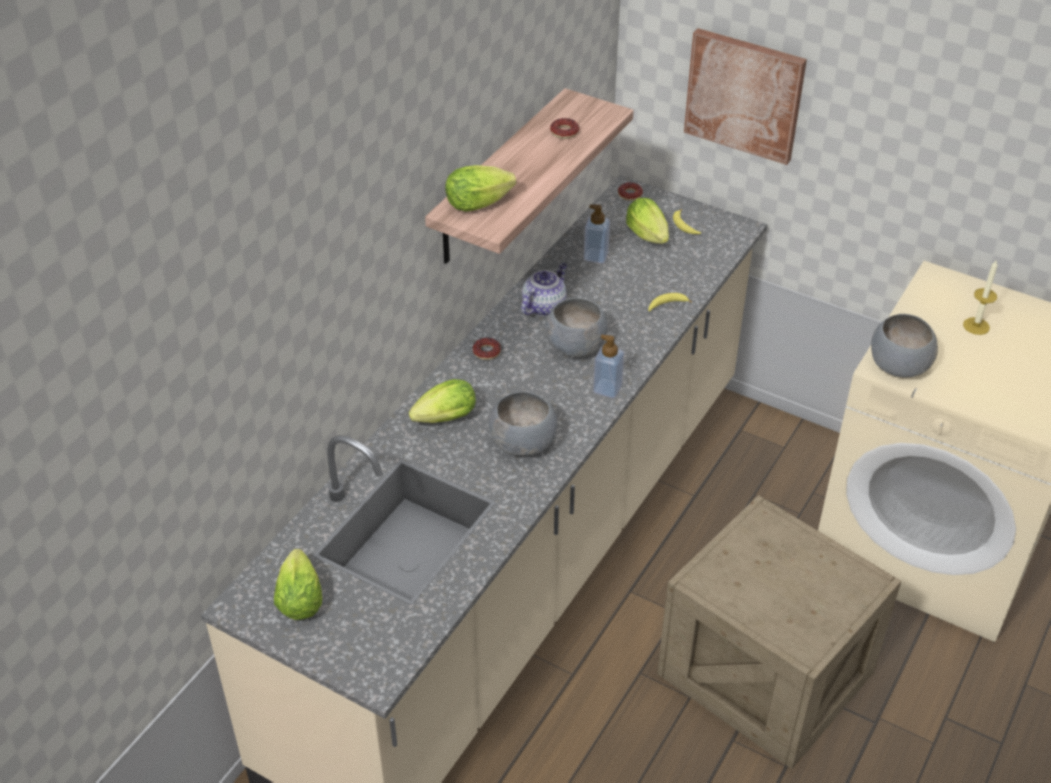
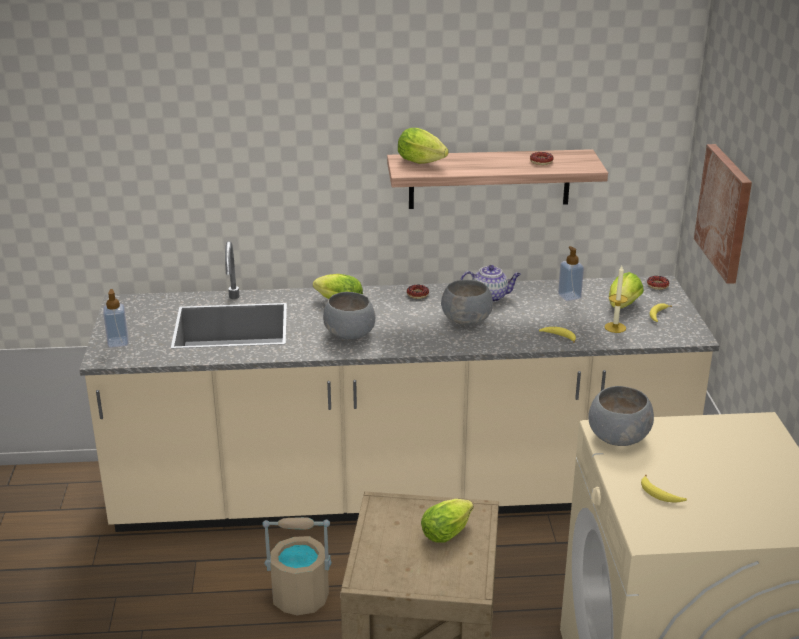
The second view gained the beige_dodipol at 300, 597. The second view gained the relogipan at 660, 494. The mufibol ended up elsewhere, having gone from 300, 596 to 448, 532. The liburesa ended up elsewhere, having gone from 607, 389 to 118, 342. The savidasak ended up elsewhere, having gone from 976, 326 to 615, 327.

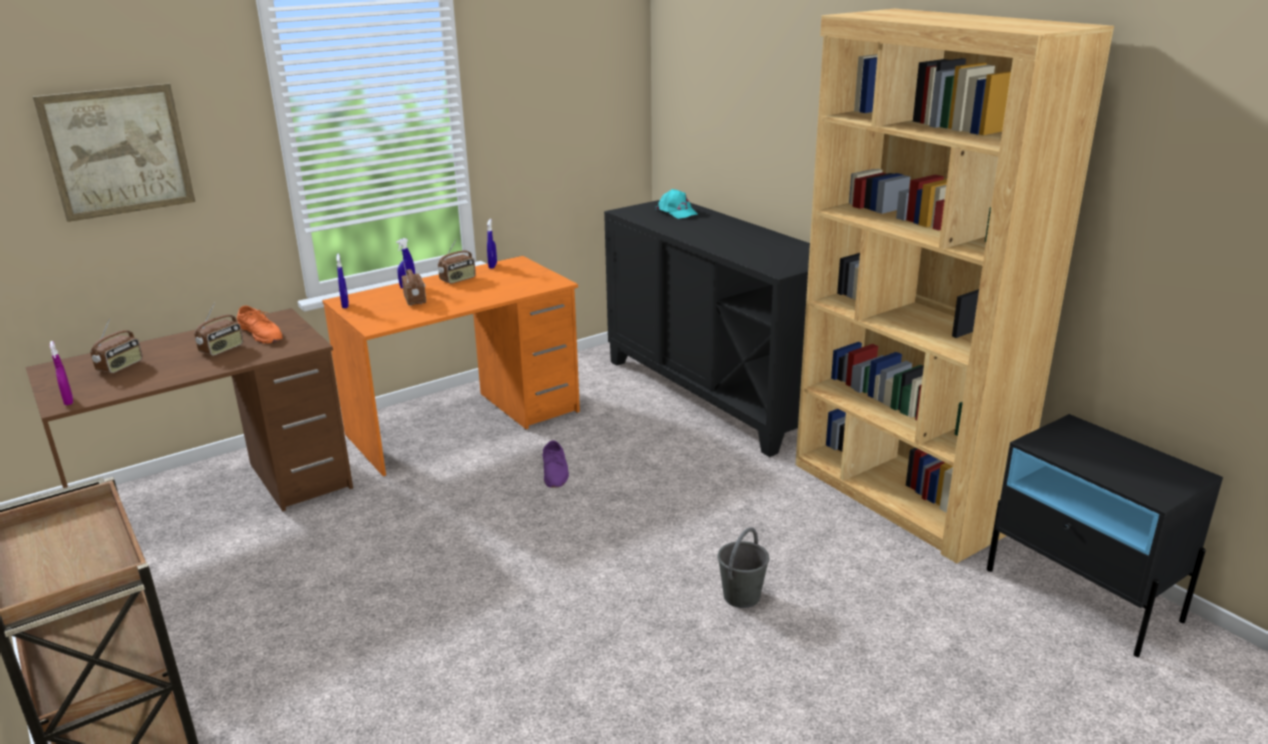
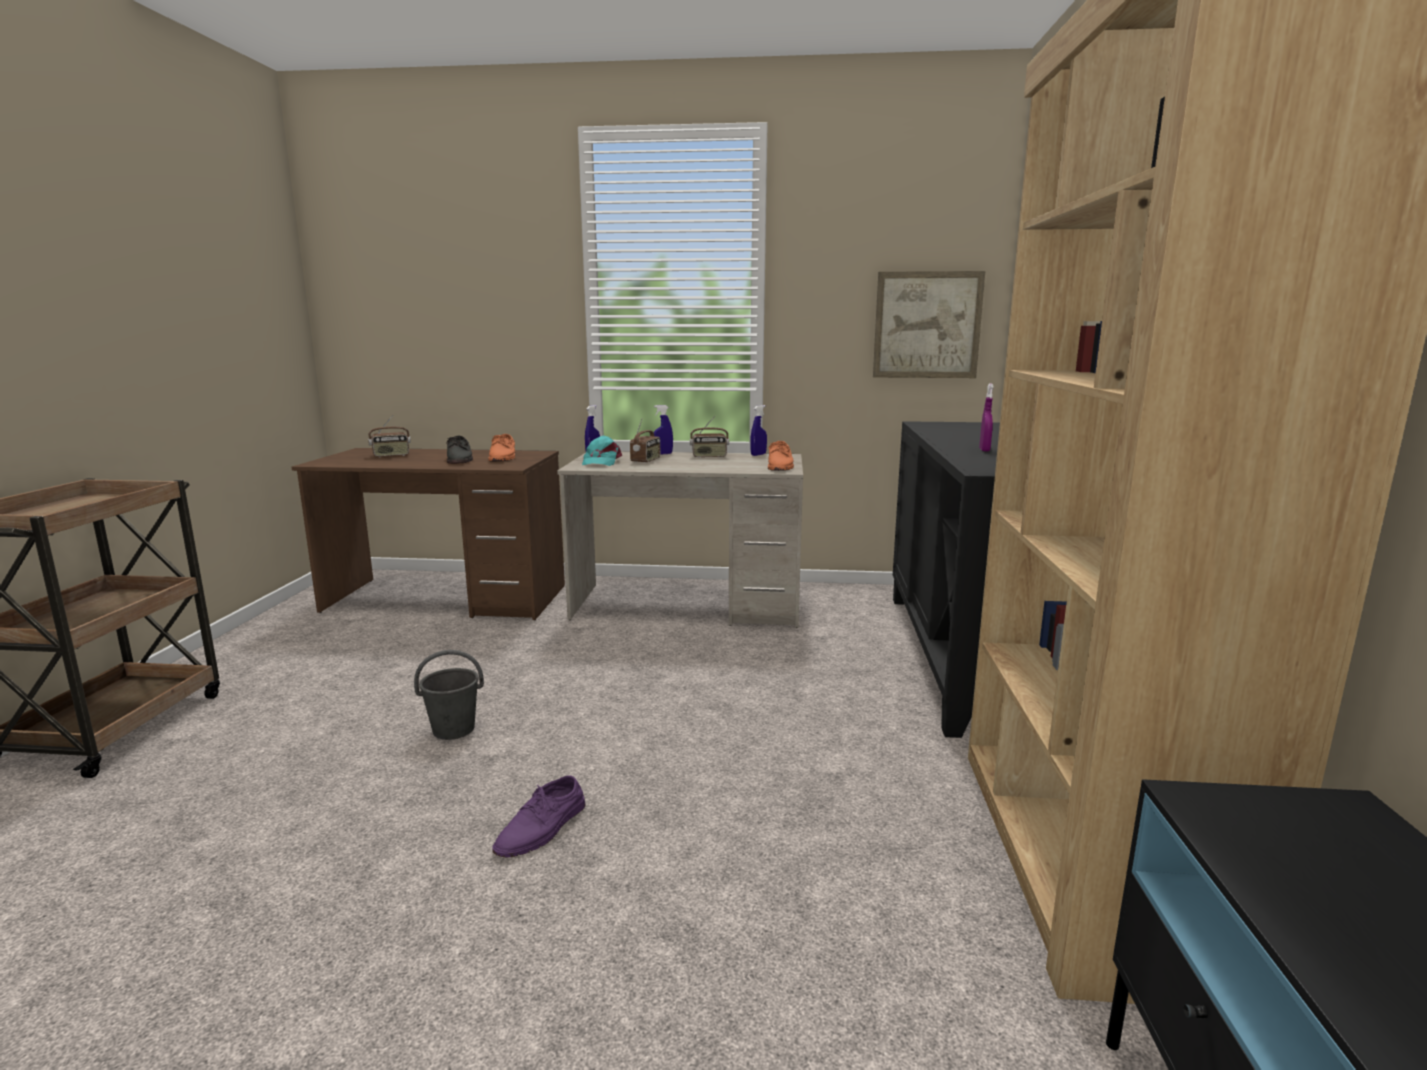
The second view gained the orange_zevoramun at 780, 466. The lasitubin ended up elsewhere, having gone from 118, 151 to 927, 325. The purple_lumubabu ended up elsewhere, having gone from 68, 401 to 984, 450. The purple_zevoramun ended up elsewhere, having gone from 555, 471 to 542, 828. The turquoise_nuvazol ended up elsewhere, having gone from 677, 212 to 601, 461. The grey_dodipol ended up elsewhere, having gone from 742, 596 to 454, 729. Where the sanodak stood at 222, 350, the grey_zevoramun came to stand at 460, 459. What was the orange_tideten at 465, 424 turned into the beige_tideten at 688, 606.

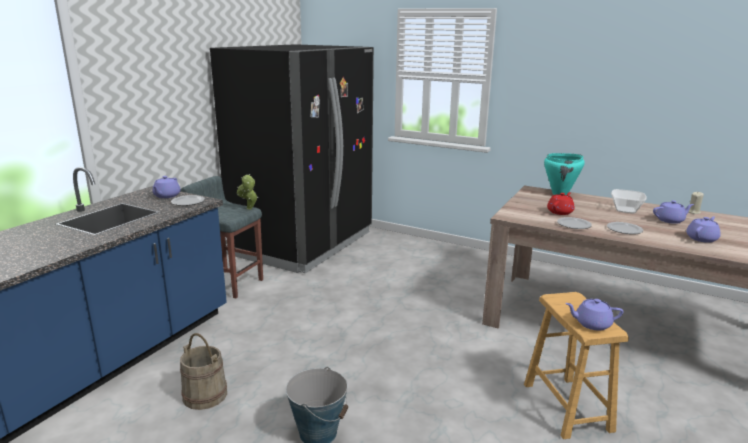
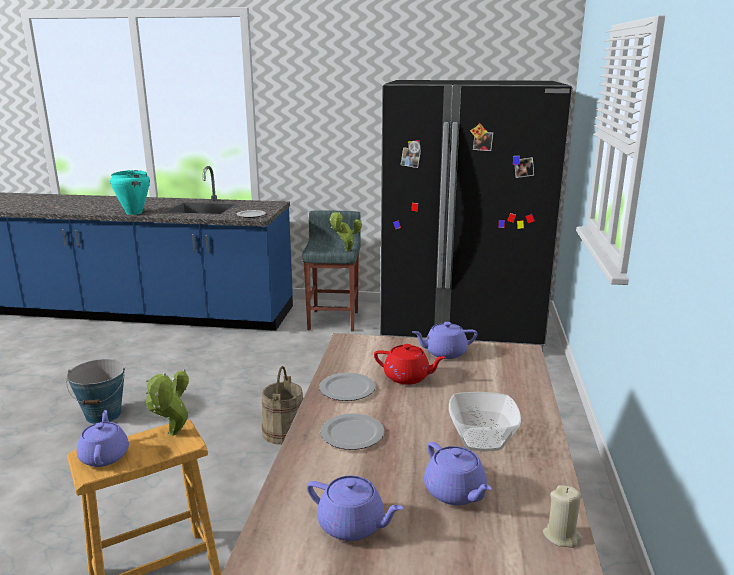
The second view gained the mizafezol at 173, 435. The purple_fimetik ended up elsewhere, having gone from 166, 196 to 444, 353. The beige_dodipol ended up elsewhere, having gone from 204, 395 to 284, 432. The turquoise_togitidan ended up elsewhere, having gone from 560, 194 to 133, 213.

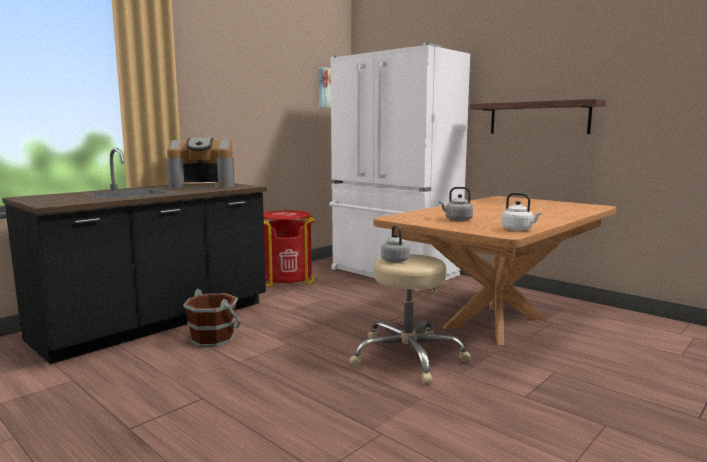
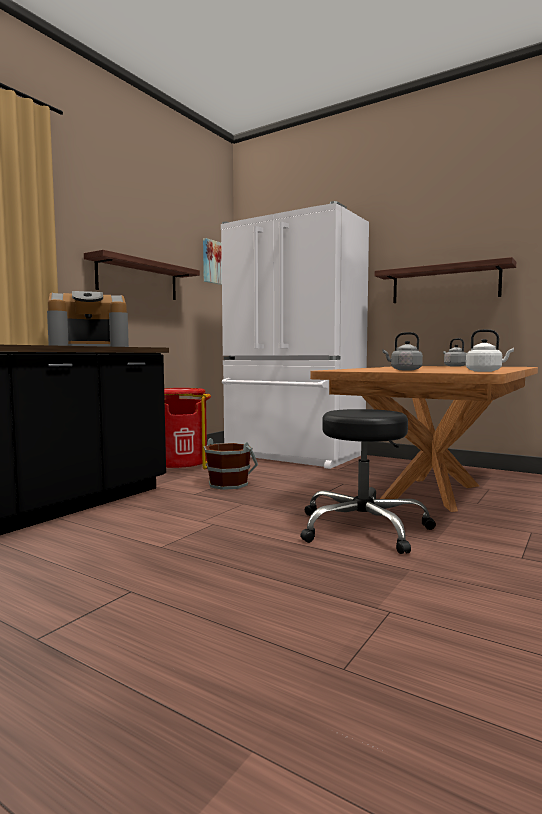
The second view gained the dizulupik at 138, 279. The brown_dodipol ended up elsewhere, having gone from 213, 338 to 228, 484. The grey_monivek ended up elsewhere, having gone from 394, 260 to 454, 366. What was the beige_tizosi at 408, 356 turned into the black_tizosi at 363, 528.

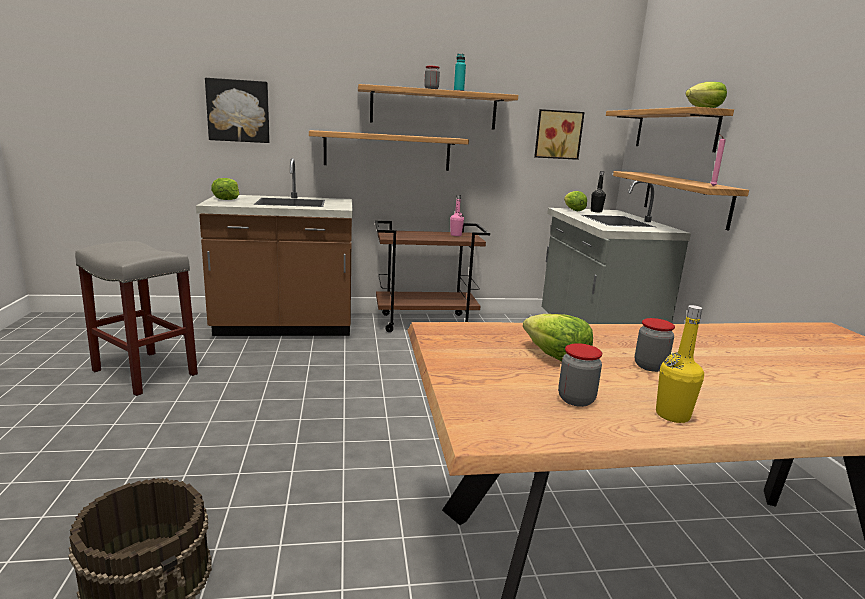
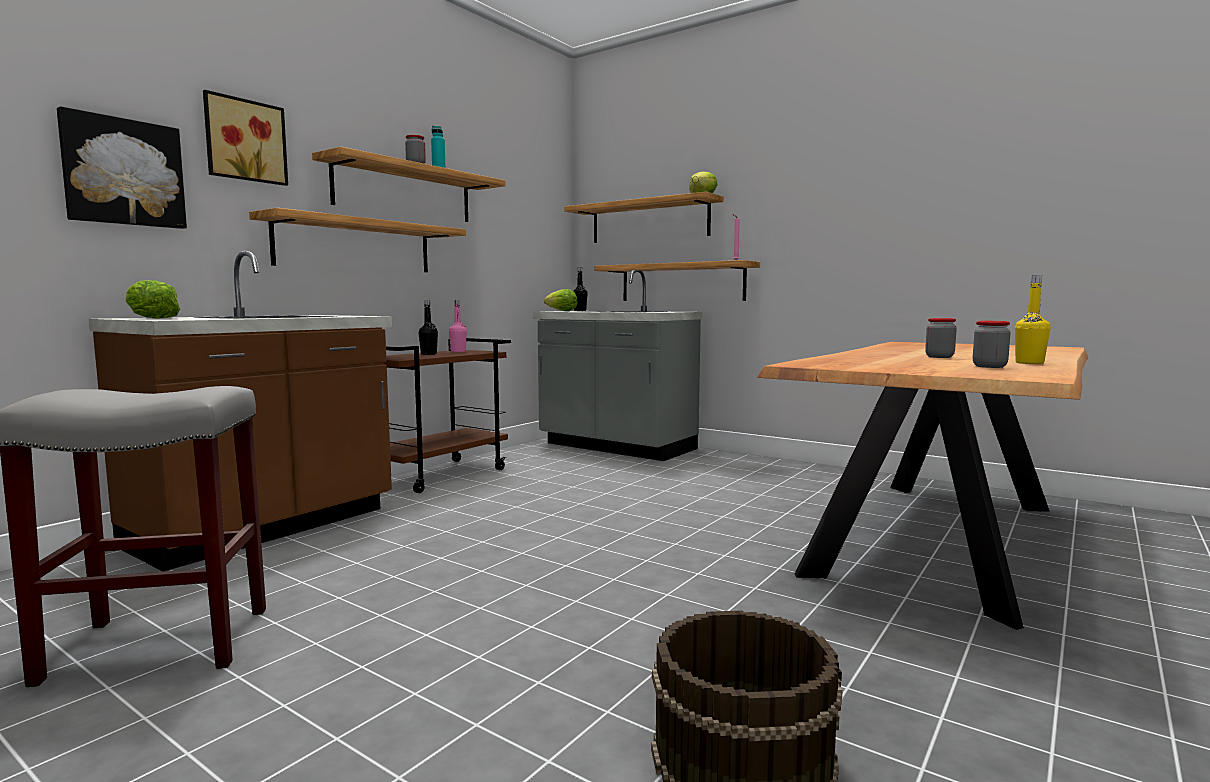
The second view lost the mufibol at 555, 356. The second view gained the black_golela at 428, 354. The lasitubin ended up elsewhere, having gone from 557, 134 to 244, 141.

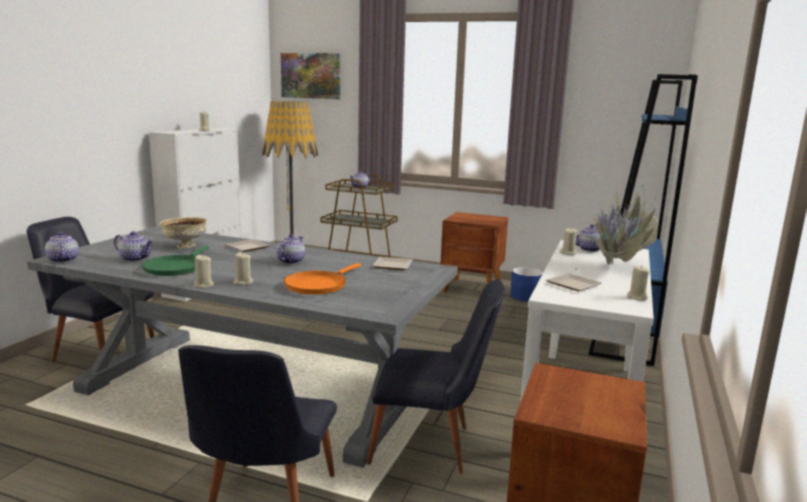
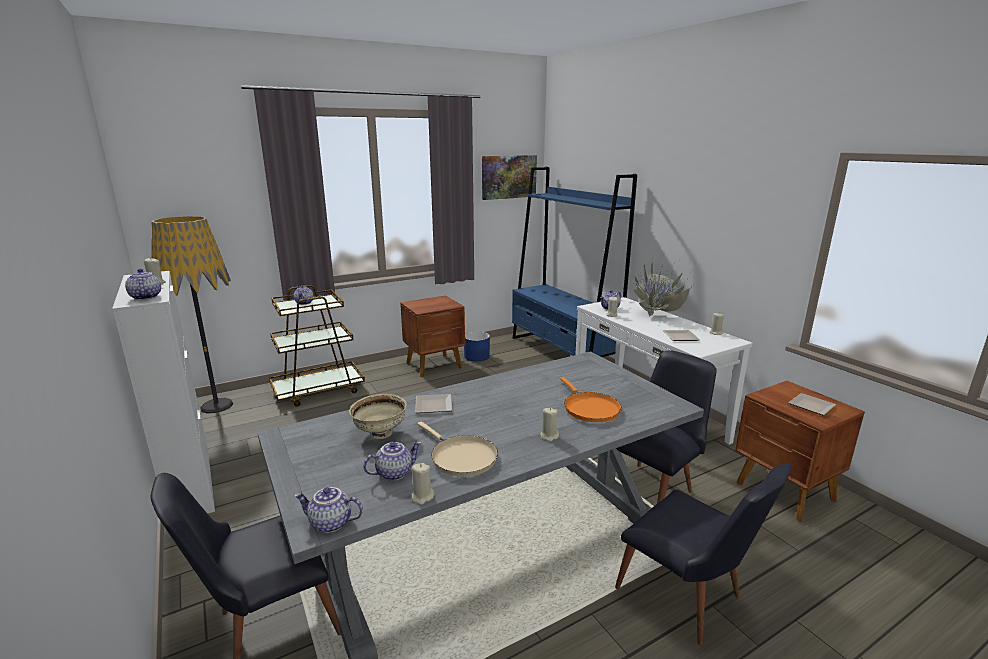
The beige_savidasak ended up elsewhere, having gone from 203, 285 to 422, 497. The fimetik ended up elsewhere, having gone from 290, 261 to 145, 297. The lasitubin ended up elsewhere, having gone from 311, 76 to 508, 177. The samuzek ended up elsewhere, having gone from 393, 266 to 813, 406. What was the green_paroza at 175, 268 turned into the beige_paroza at 461, 457.

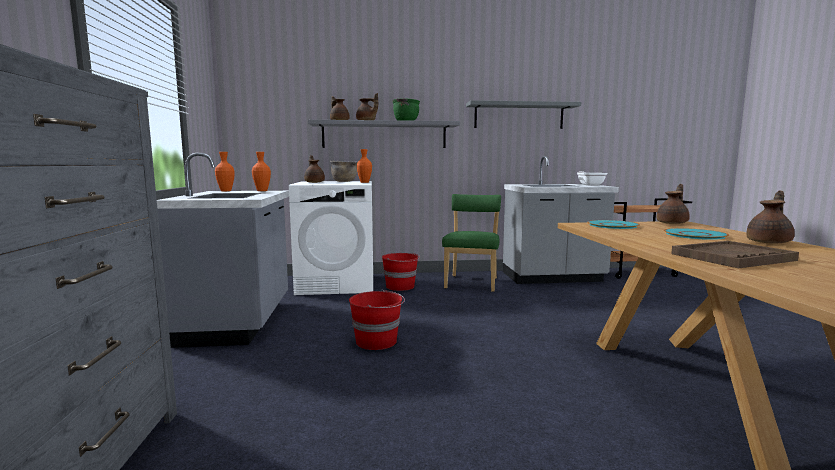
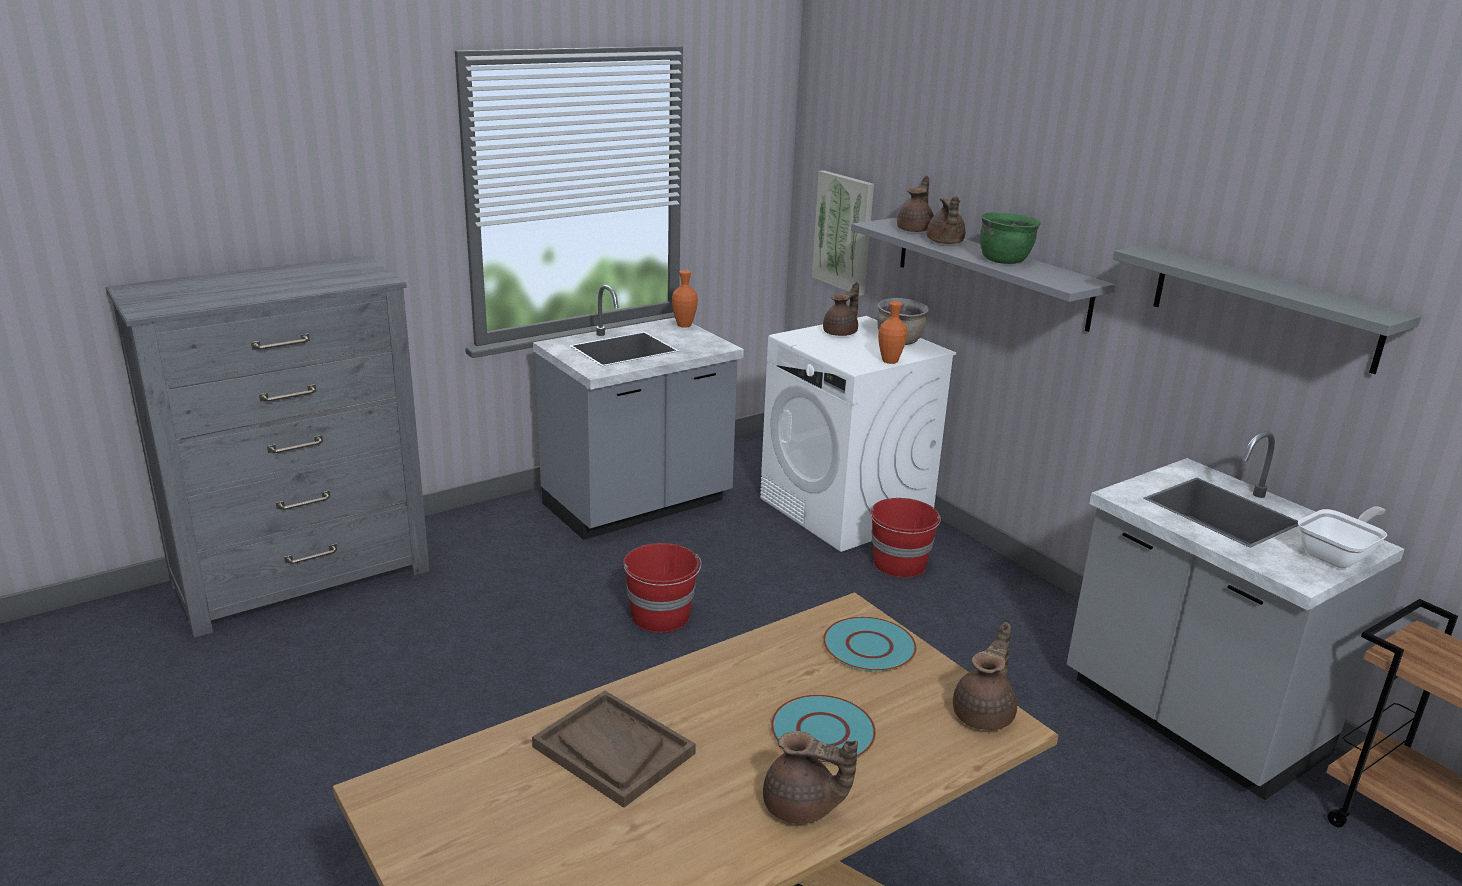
The second view lost the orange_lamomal at 262, 191. The second view lost the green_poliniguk at 472, 282. The second view gained the lasitubin at 844, 232. The brown_fimetik at 673, 223 ended up facing another way, 75 degrees counterclockwise from before.

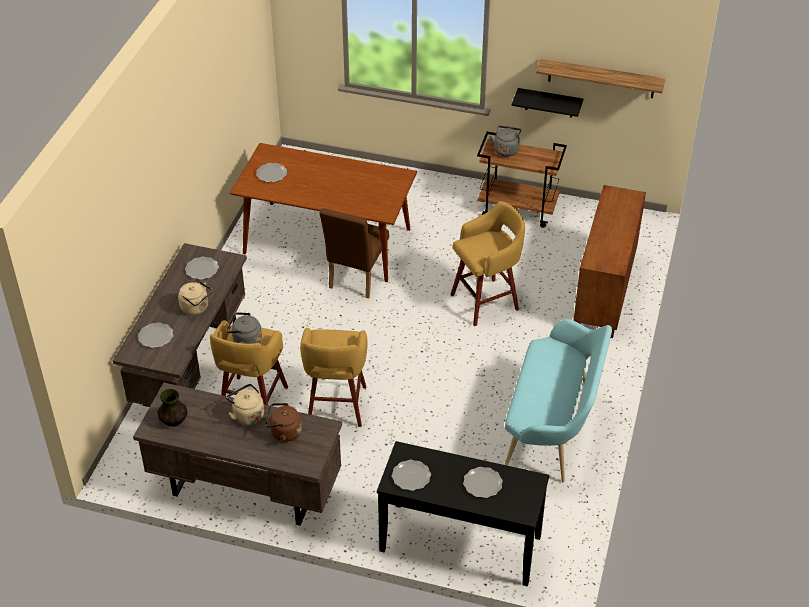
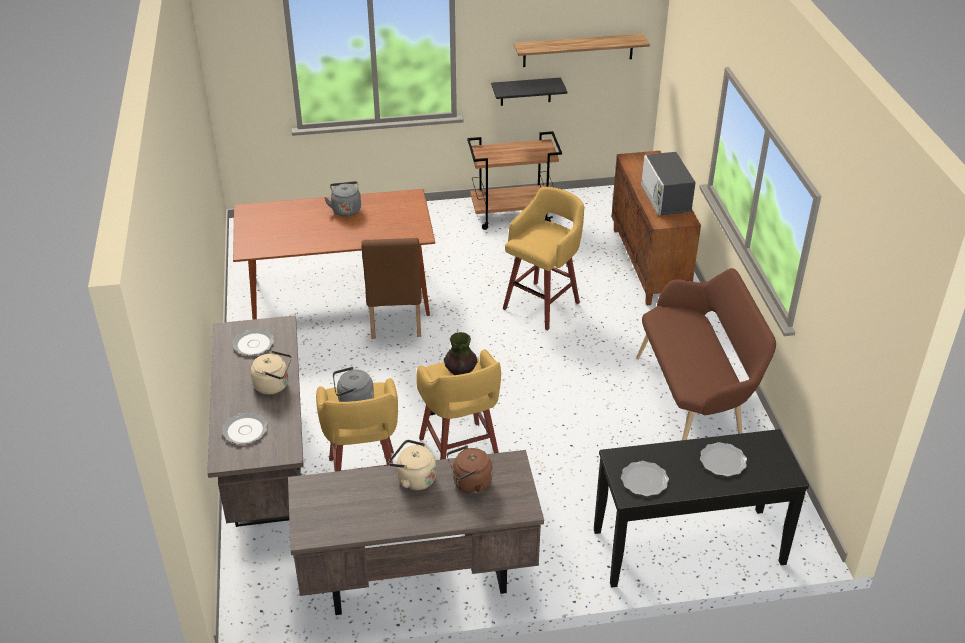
The second view lost the samuzek at 272, 174. The second view gained the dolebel at 665, 199. The lamomal ended up elsewhere, having gone from 173, 421 to 460, 371. The grey_monivek ended up elsewhere, having gone from 506, 149 to 346, 209. What was the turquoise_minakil at 552, 430 turned into the brown_minakil at 695, 403.

